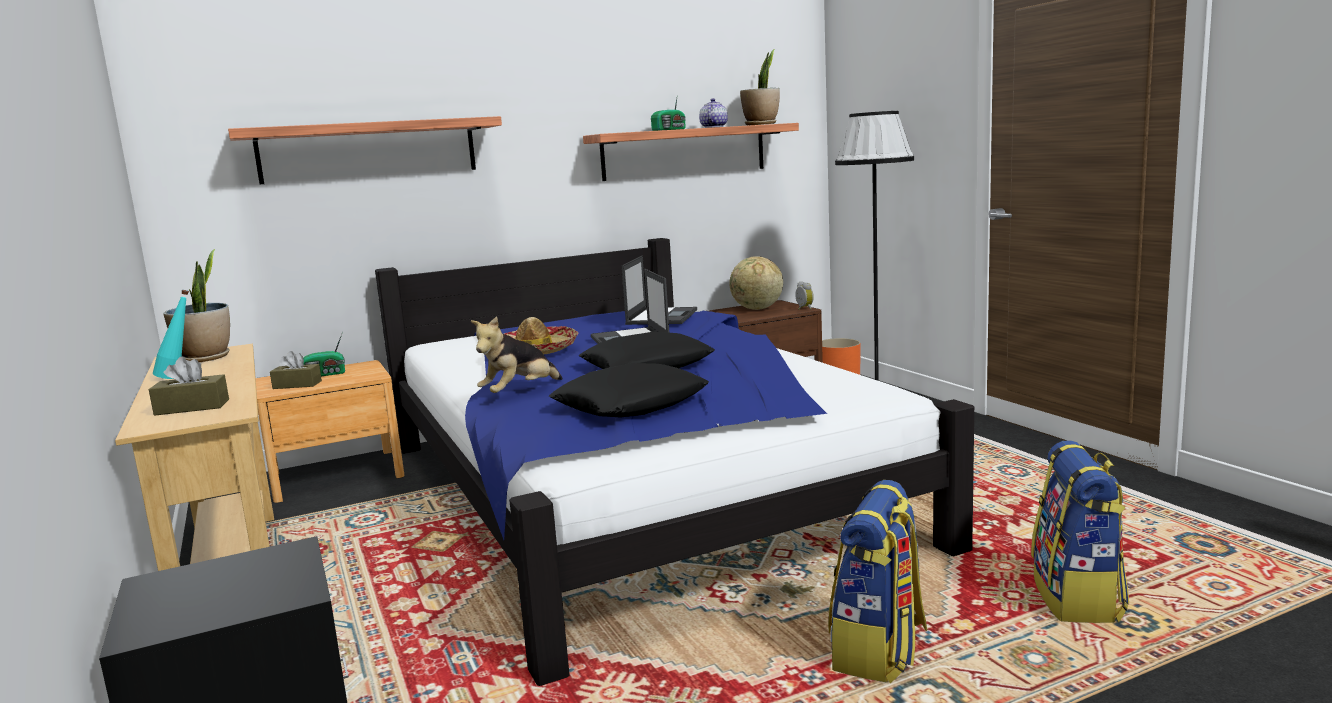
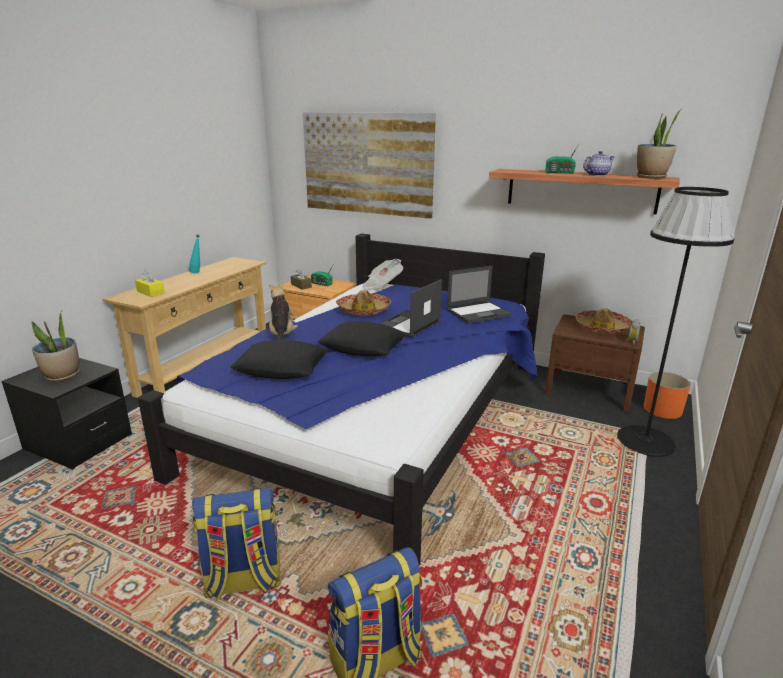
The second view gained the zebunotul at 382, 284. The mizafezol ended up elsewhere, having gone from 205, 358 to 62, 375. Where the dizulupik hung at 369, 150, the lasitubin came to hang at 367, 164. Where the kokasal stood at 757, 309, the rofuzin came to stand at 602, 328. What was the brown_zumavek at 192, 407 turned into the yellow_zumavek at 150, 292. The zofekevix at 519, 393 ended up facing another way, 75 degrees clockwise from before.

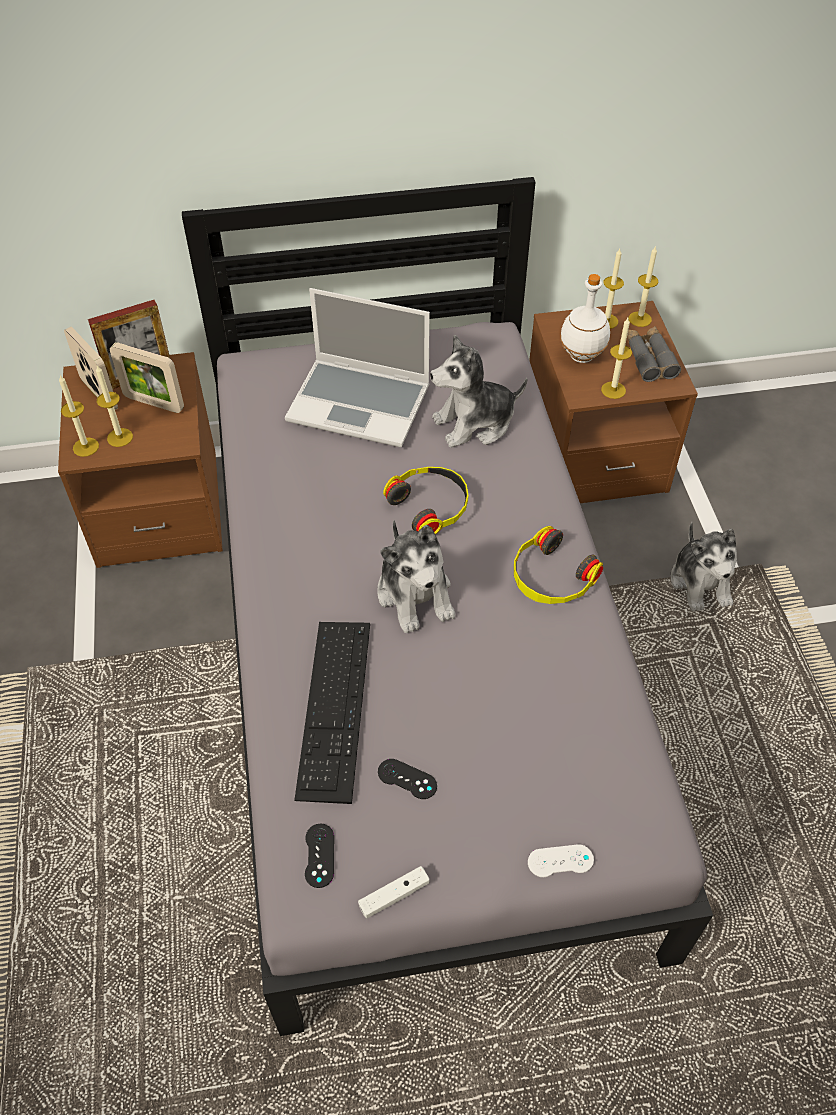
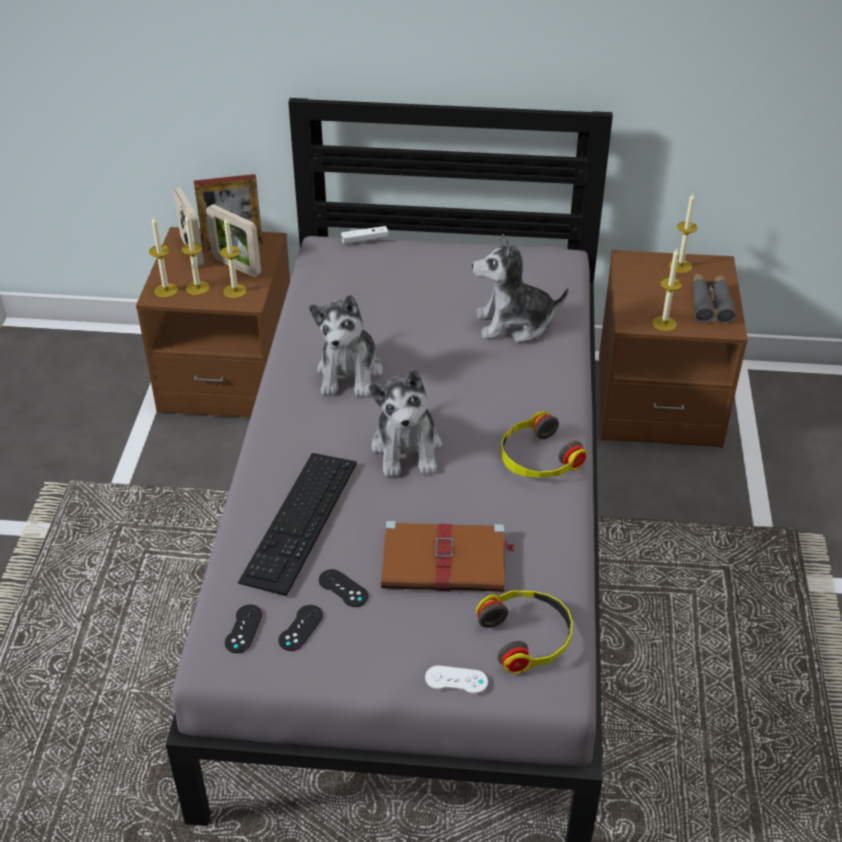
The second view lost the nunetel at 361, 404. The second view lost the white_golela at 582, 356. The second view gained the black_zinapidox at 300, 628. The second view gained the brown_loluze at 446, 561. The white_zinapidox ended up elsewhere, having gone from 394, 895 to 365, 239. The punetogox ended up elsewhere, having gone from 430, 505 to 527, 636. The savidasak ended up elsewhere, having gone from 640, 319 to 235, 291. The zofekevix ended up elsewhere, having gone from 700, 582 to 350, 373.

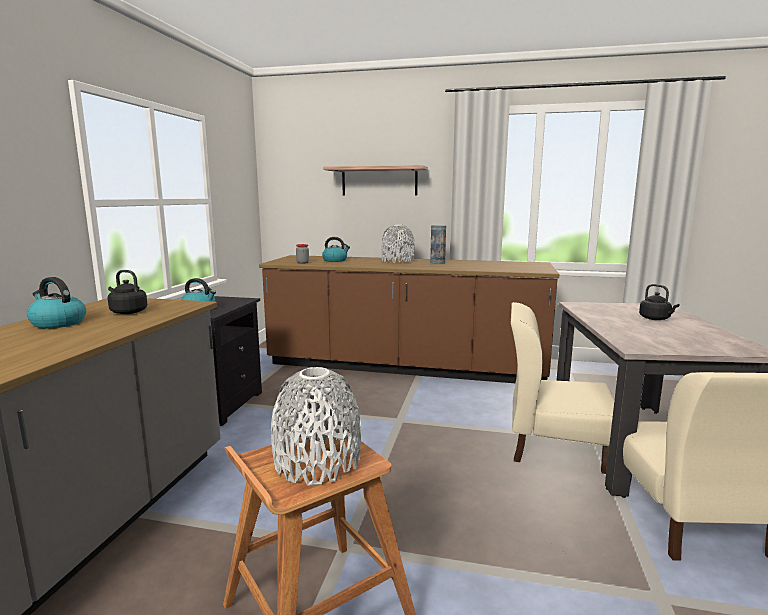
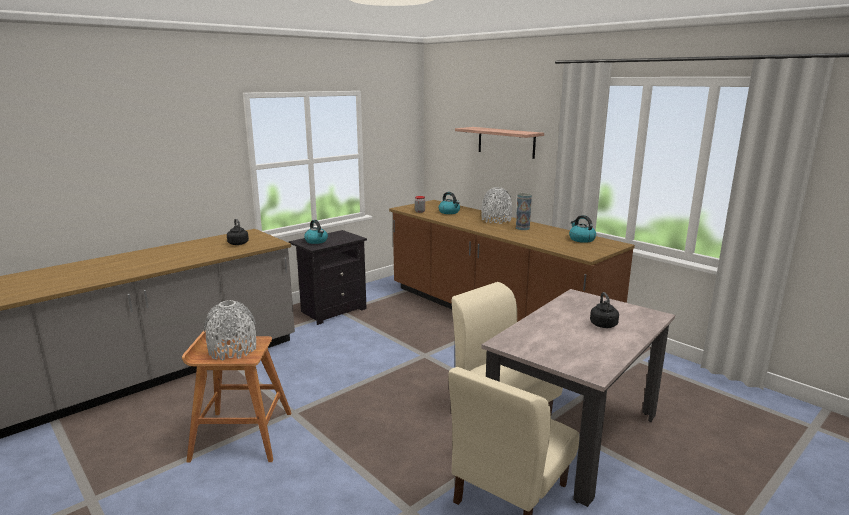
The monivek ended up elsewhere, having gone from 58, 323 to 581, 239.

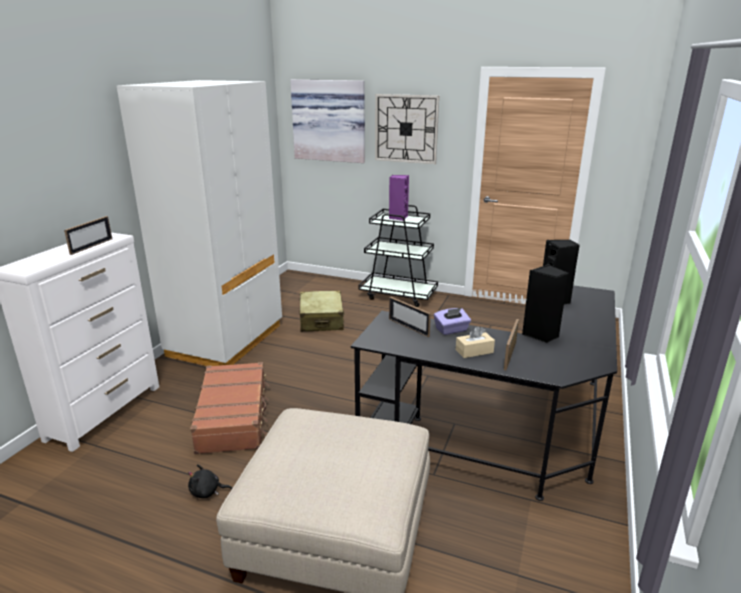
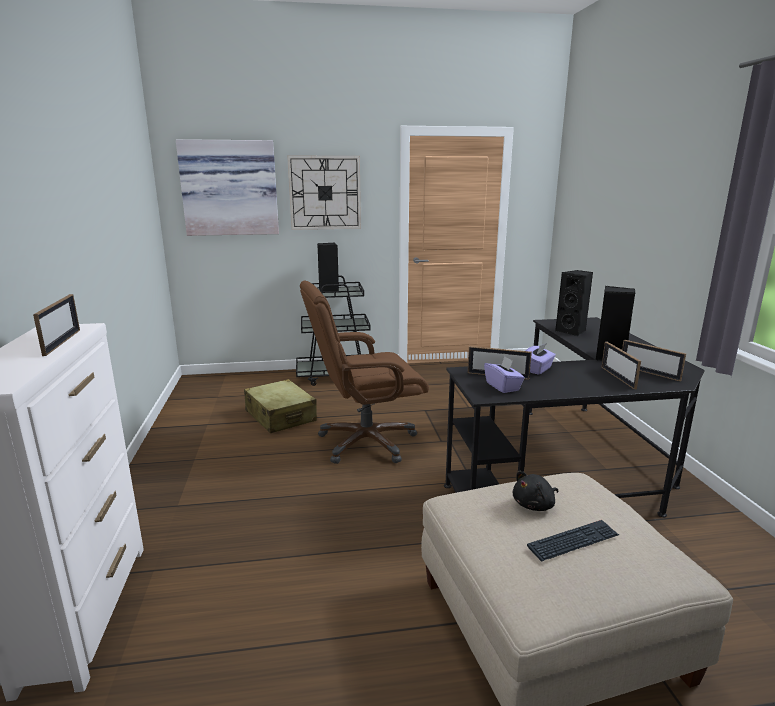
The second view lost the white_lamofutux at 226, 340. The second view lost the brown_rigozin at 234, 416. The second view lost the beige_zumavek at 474, 351. The second view gained the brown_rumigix at 365, 442. The second view gained the purple_zumavek at 503, 386. The second view gained the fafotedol at 573, 541. The second view gained the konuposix at 649, 373. The black_zofekevix ended up elsewhere, having gone from 207, 492 to 535, 505. What was the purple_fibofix at 398, 217 turned into the black_fibofix at 329, 290.

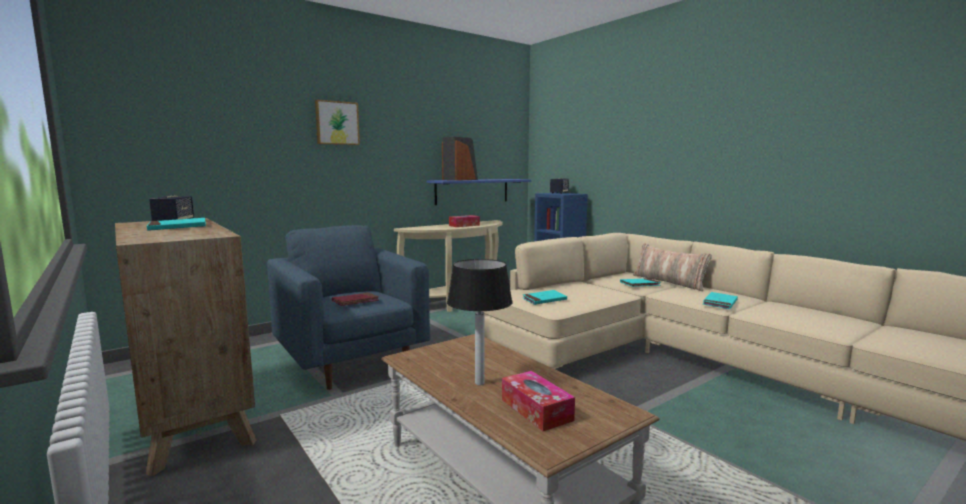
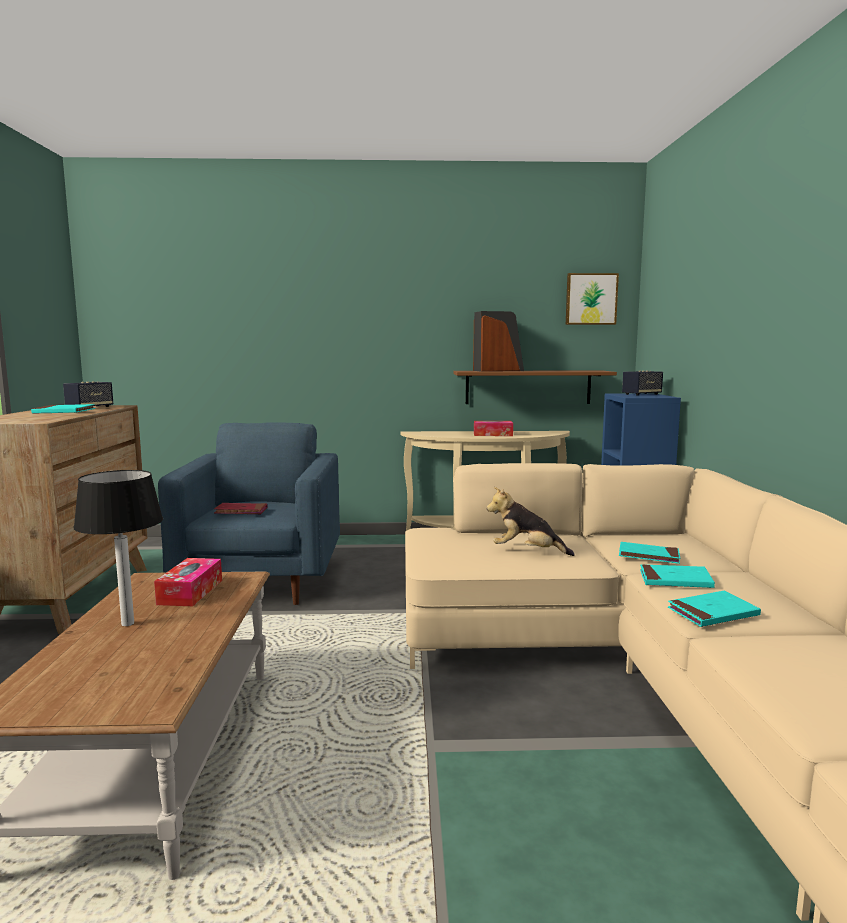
The second view lost the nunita at 669, 282. The second view gained the zofekevix at 527, 552. The lasitubin ended up elsewhere, having gone from 337, 123 to 591, 299. The zumavek ended up elsewhere, having gone from 536, 410 to 190, 592. The turquoise_loluze ended up elsewhere, having gone from 544, 299 to 675, 580. What was the blue_dizulupik at 472, 191 turned into the brown_dizulupik at 528, 387.

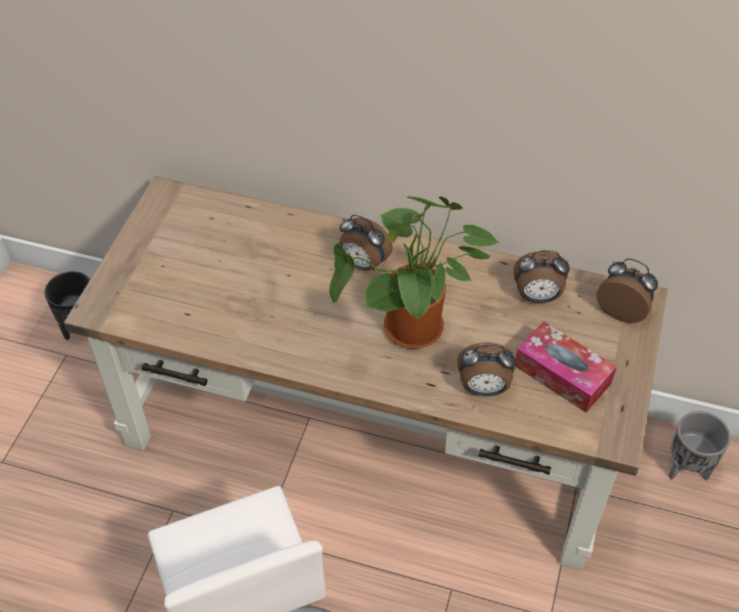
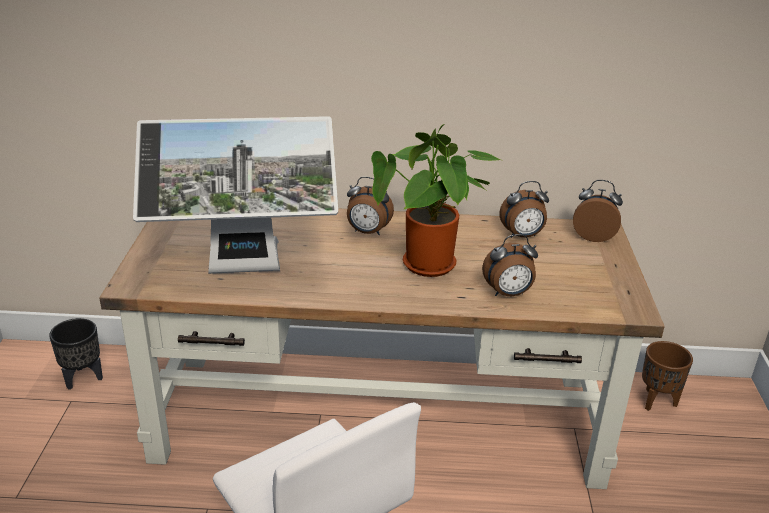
The second view lost the zumavek at 562, 374. The second view gained the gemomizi at 244, 270. What was the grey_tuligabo at 687, 469 turned into the brown_tuligabo at 658, 401.

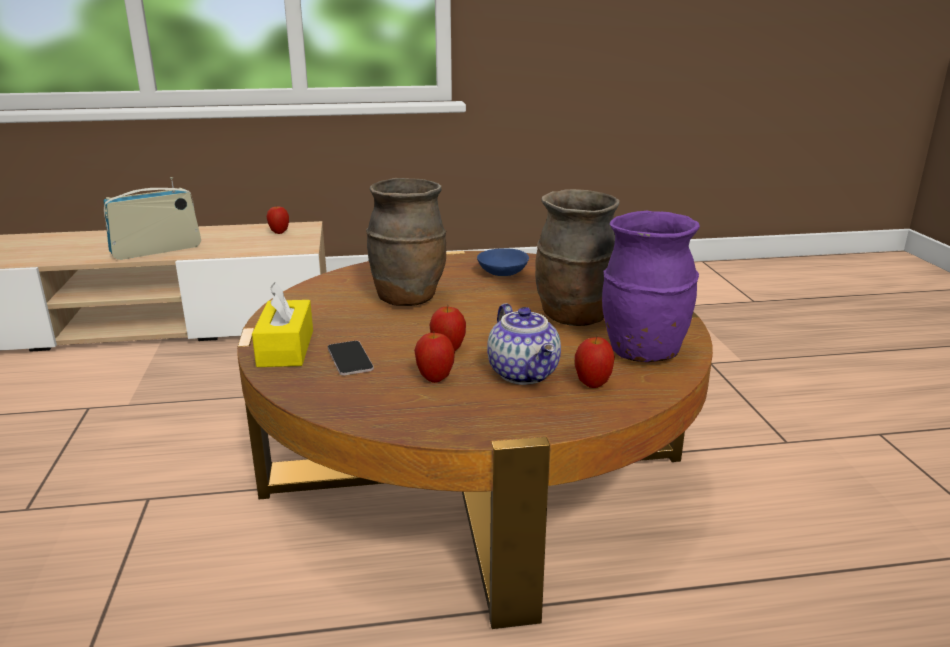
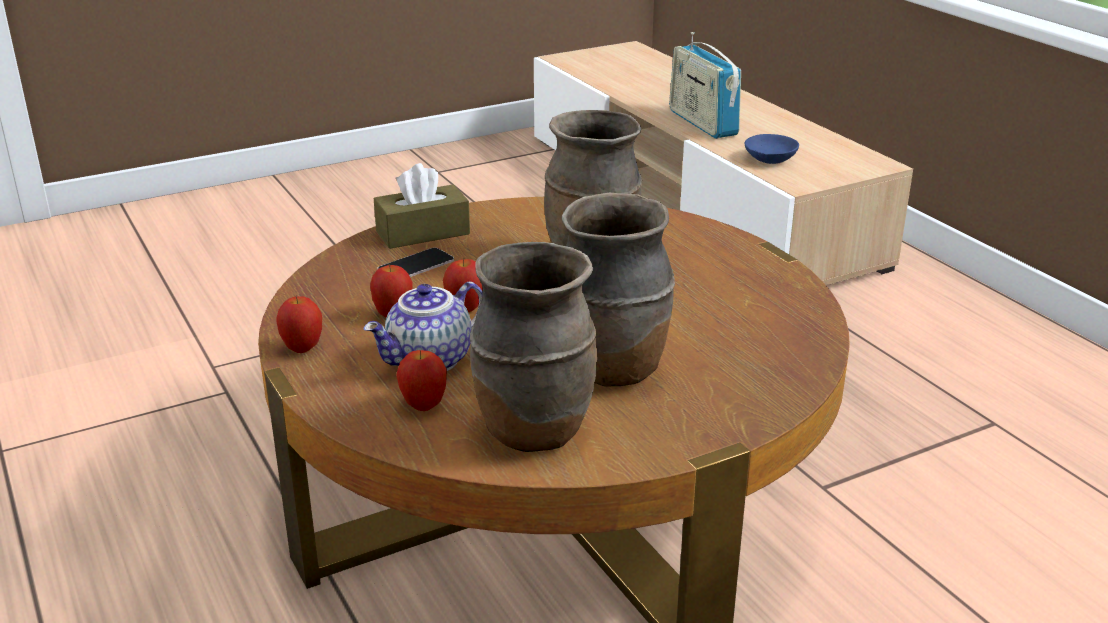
The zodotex ended up elsewhere, having gone from 279, 232 to 303, 348. The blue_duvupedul ended up elsewhere, having gone from 502, 272 to 771, 159. What was the yellow_zumavek at 286, 348 turned into the brown_zumavek at 423, 232. What was the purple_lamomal at 642, 352 turned into the brown_lamomal at 533, 430. The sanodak at 156, 250 ended up facing another way, 150 degrees counterclockwise from before.

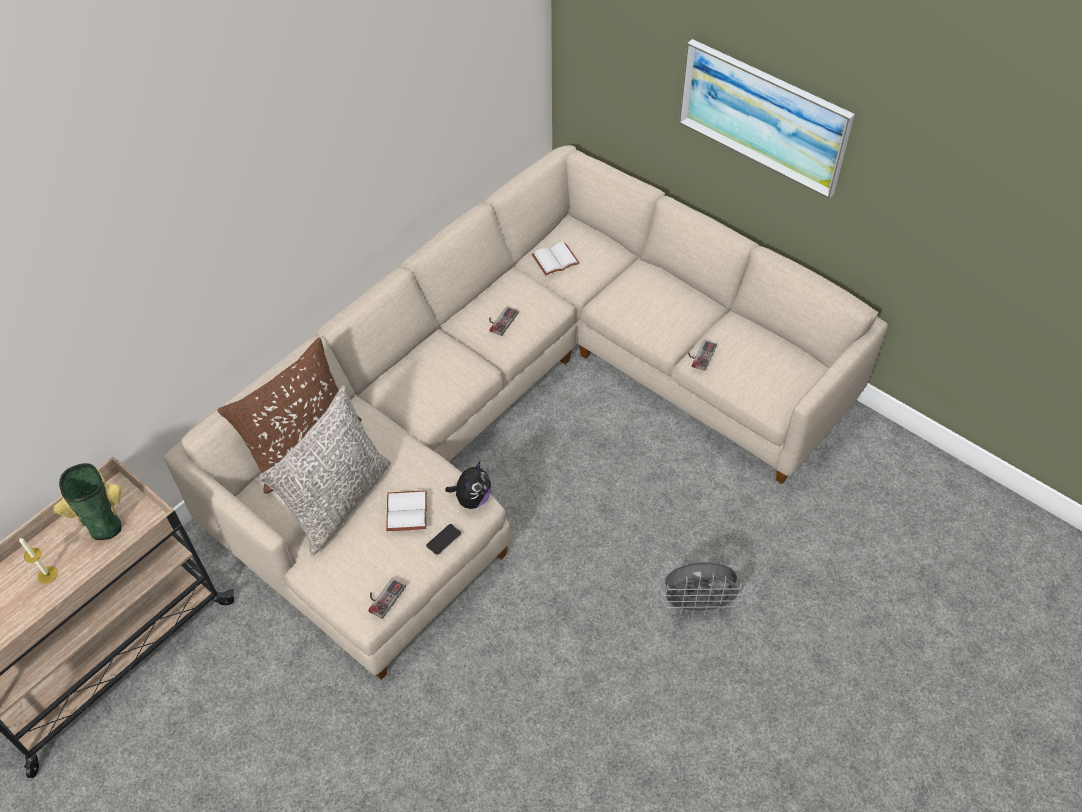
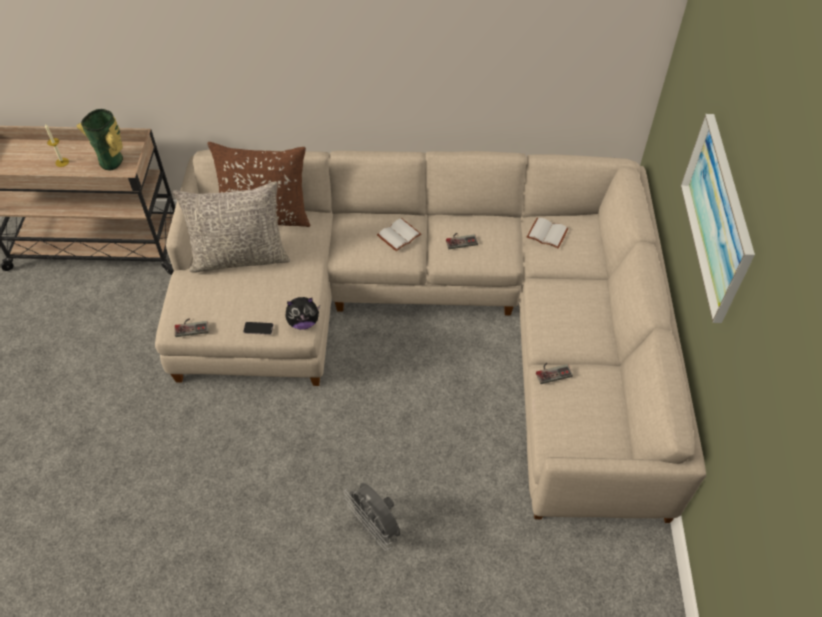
The white_loluze ended up elsewhere, having gone from 405, 511 to 398, 234.

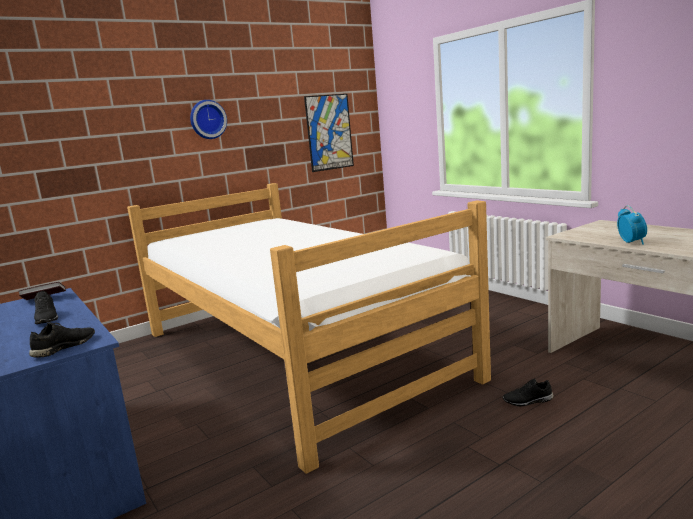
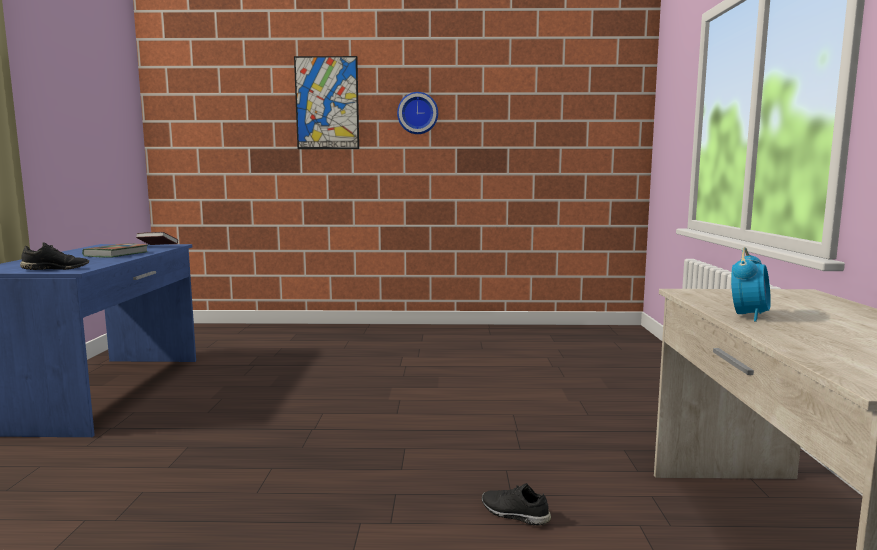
The second view lost the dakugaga at 294, 353. The lasitubin ended up elsewhere, having gone from 329, 132 to 327, 103. Where the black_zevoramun stood at 47, 318, the loluze came to stand at 116, 254.

